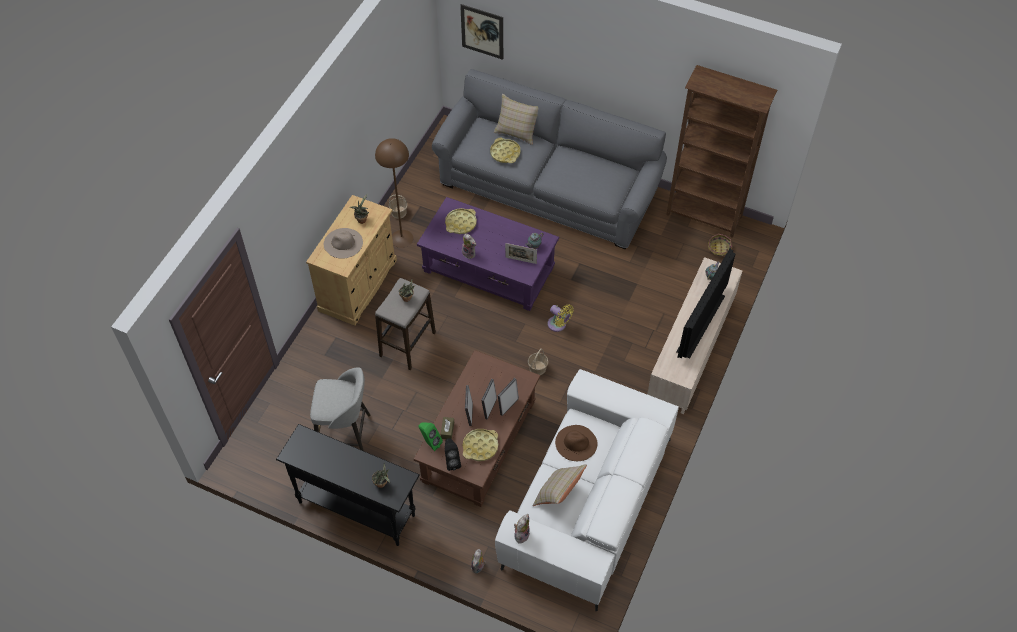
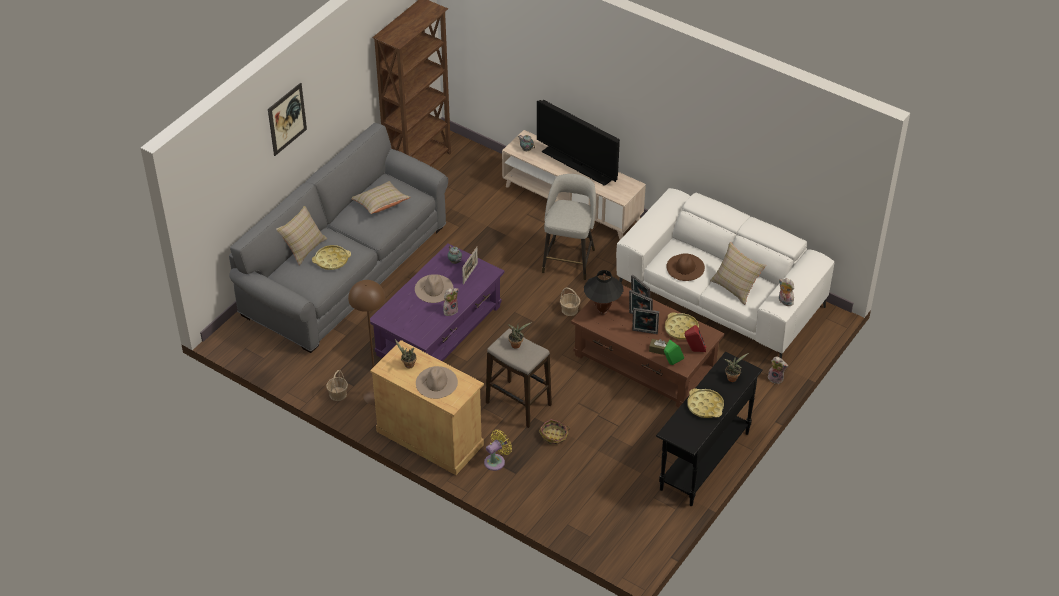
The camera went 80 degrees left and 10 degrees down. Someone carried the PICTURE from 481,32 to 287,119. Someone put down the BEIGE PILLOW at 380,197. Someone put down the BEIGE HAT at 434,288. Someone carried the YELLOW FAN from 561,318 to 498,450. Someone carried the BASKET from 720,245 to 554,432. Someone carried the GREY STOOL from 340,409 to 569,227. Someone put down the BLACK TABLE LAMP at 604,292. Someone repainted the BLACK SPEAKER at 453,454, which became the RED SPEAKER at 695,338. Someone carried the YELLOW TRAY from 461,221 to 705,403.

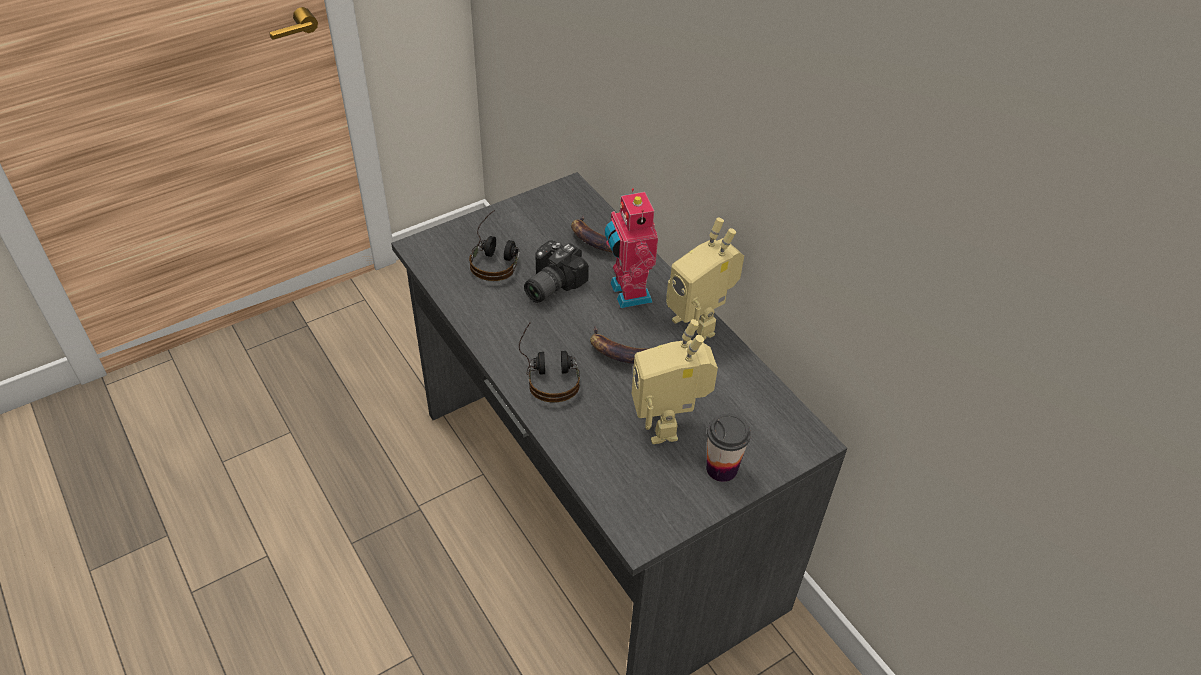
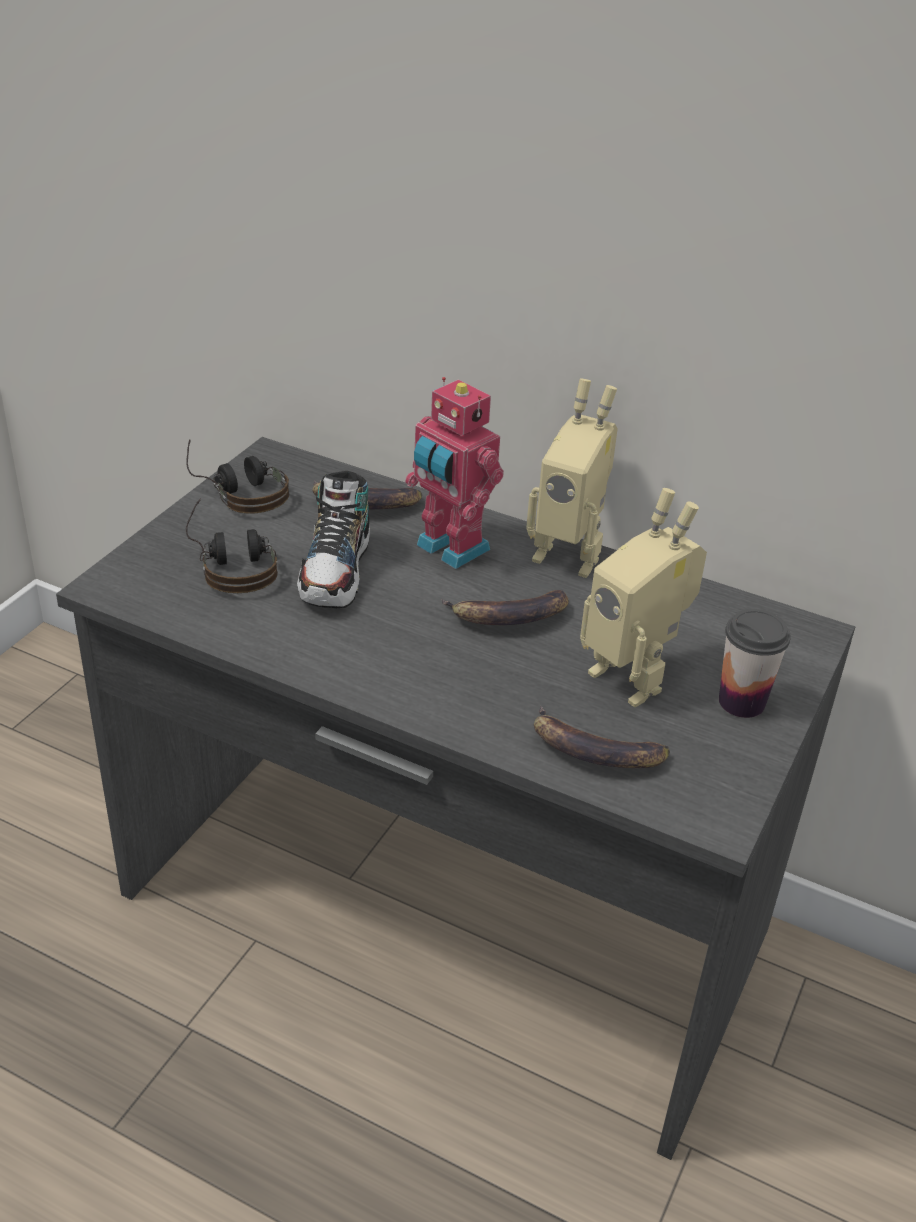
The camera went 30 degrees left and 10 degrees down. Someone carried the HEADPHONES from 549,362 to 237,476. Someone swapped the PHOTO CAMERA at 556,271 for the SHOE at 333,539. Someone put down the BANANA at 602,736.

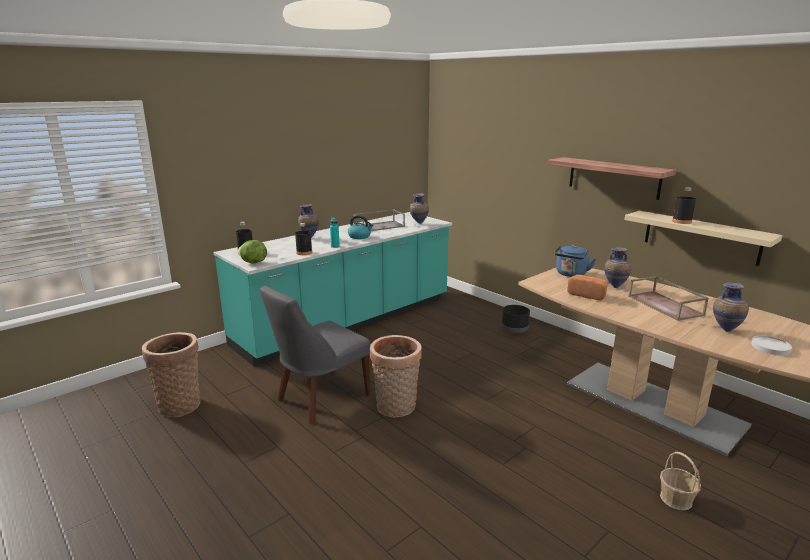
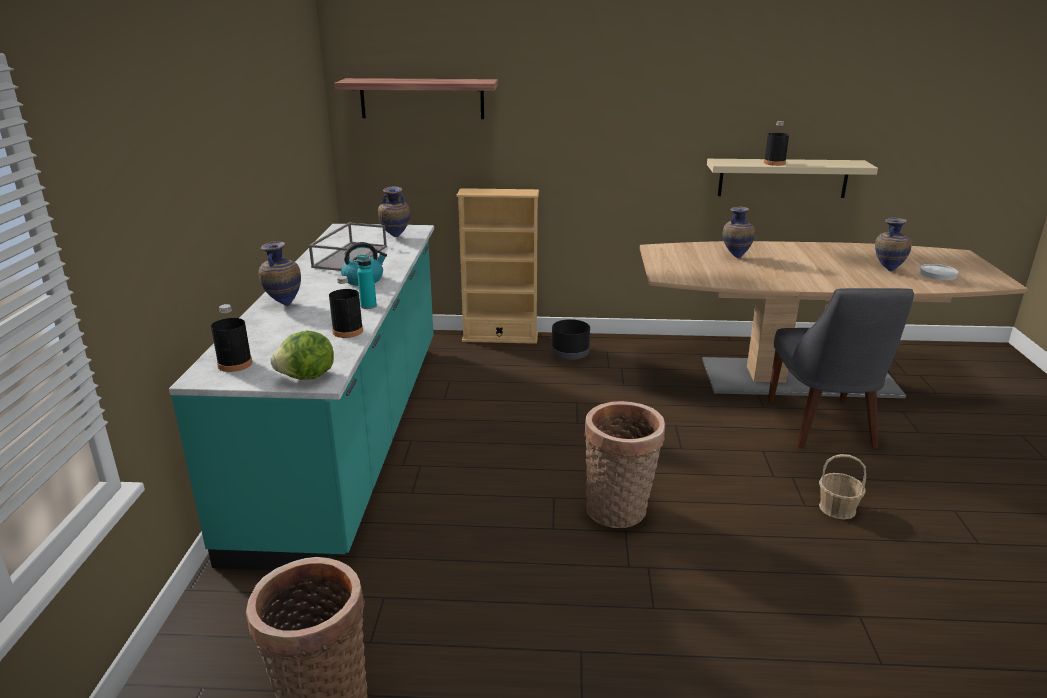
The camera went 45 degrees left and 5 degrees up. Someone carried the SHELF from 611,178 to 416,98. Someone put down the BEIGE BOOKCASE at 497,266. Someone carried the GREY CHAIR from 315,355 to 841,368. Someone carried the BASKET from 680,481 to 842,487. Someone took away the BLUE KETTLE at 575,261. Someone took away the BREAD at 587,287. Someone took away the BROWN TRAY at 668,298.

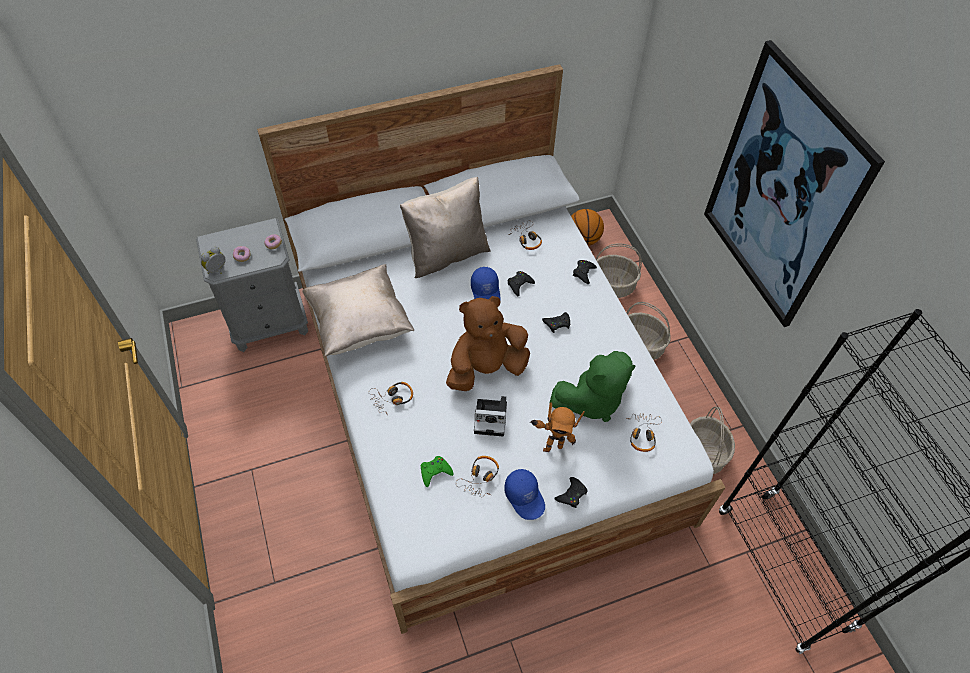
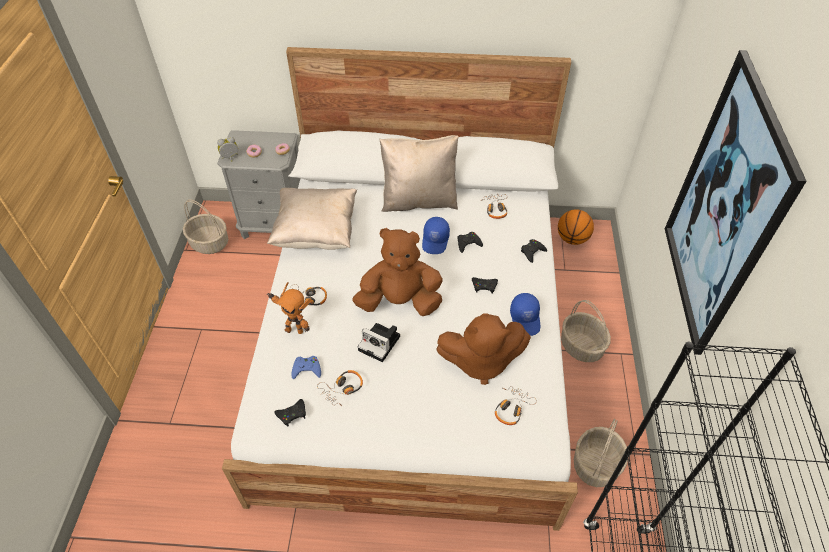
The camera went 25 degrees right and 5 degrees down. Someone carried the BASKET from 619,270 to 205,226. Someone carried the TOY ROBOT from 557,427 to 289,308. Someone carried the BLACK GAME CONTROLLER from 571,492 to 290,413. Someone repainted the GREEN GAME CONTROLLER at 437,471, which became the BLUE GAME CONTROLLER at 306,367. Someone repainted the GREEN PLUSH TOY at 592,386, which became the BROWN PLUSH TOY at 483,349. Someone carried the BLUE CAP from 524,494 to 525,314.

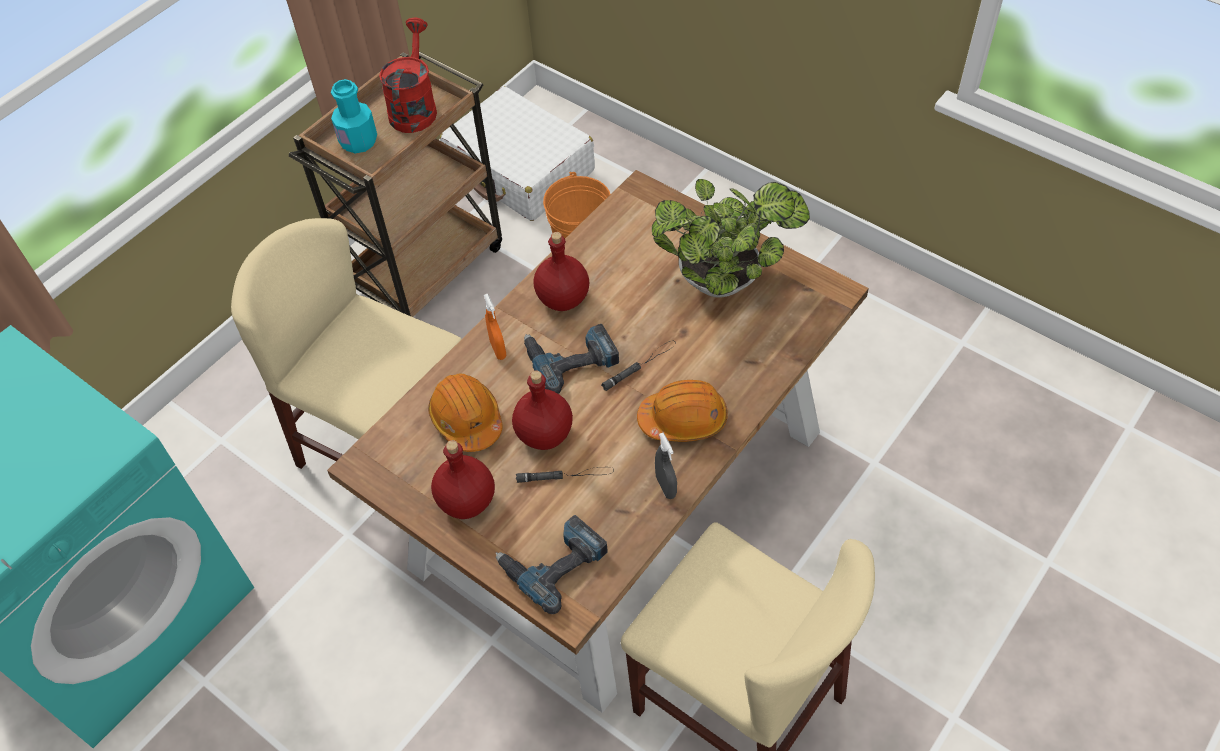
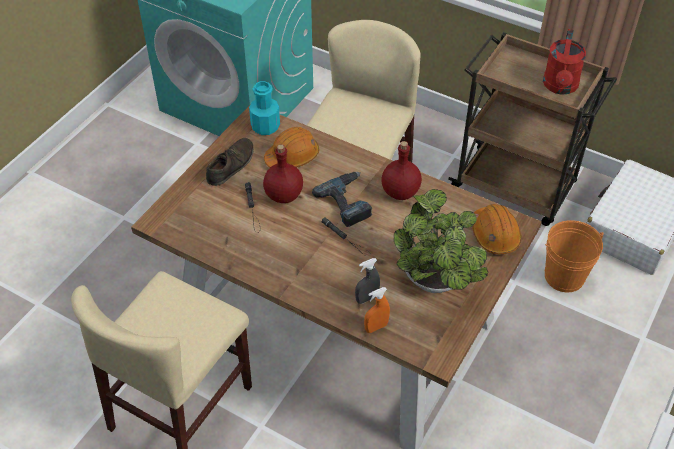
The camera went 80 degrees right and 5 degrees down. Someone swapped the RED BOTTLE at 463,479 for the BROWN SHOE at 230,162. Someone carried the TURQUOISE BOTTLE from 354,116 to 264,108. Someone carried the GREY SPRAY BOTTLE from 666,466 to 367,281. Someone carried the ORANGE SPRAY BOTTLE from 495,327 to 377,310. Someone carried the ORANGE HARD HAT from 682,411 to 497,229. Someone rotated the RED WATERING CAN at 408,75 by 105 degrees clockwise. Someone took away the POWER DRILL at 551,564.

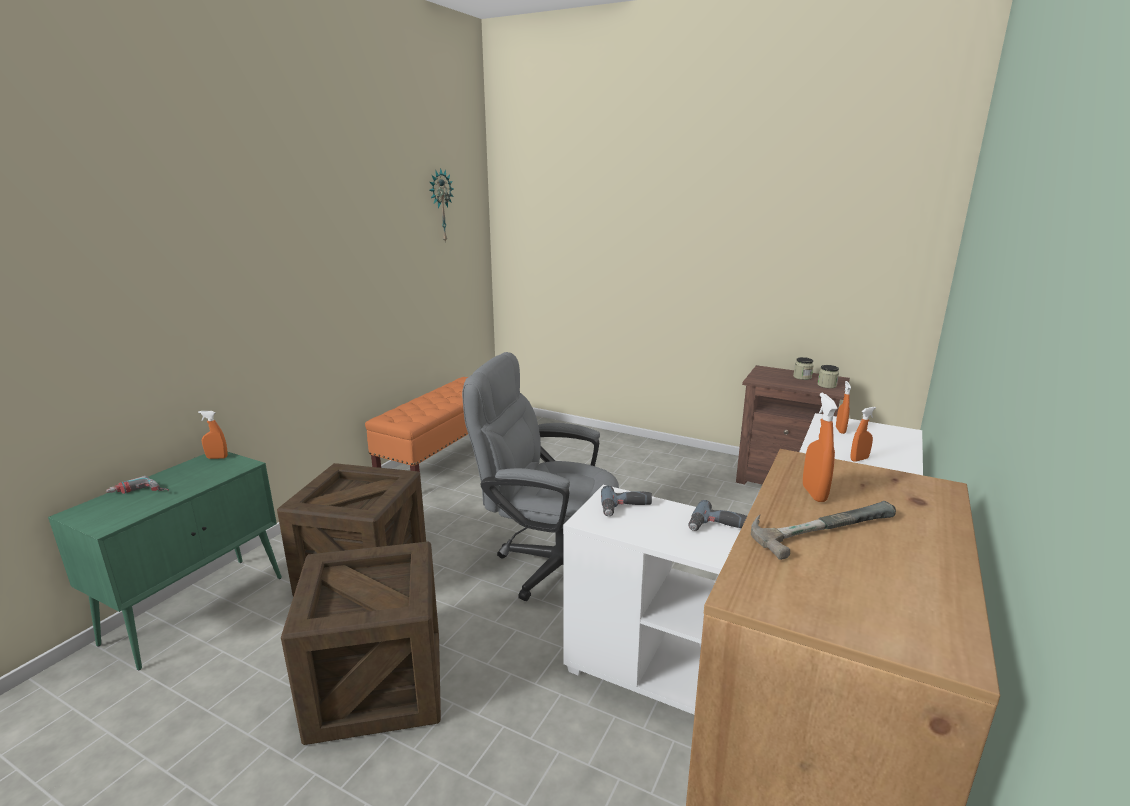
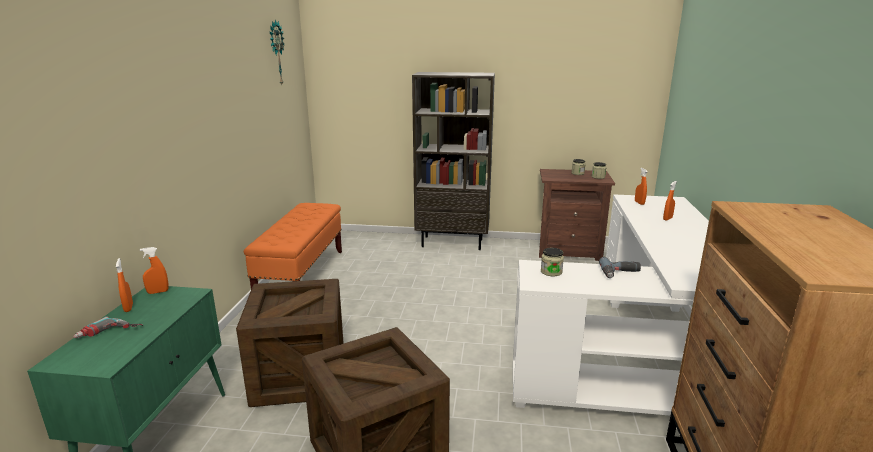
The camera went 20 degrees left and 0 degrees up. Someone carried the ORANGE SPRAY BOTTLE from 820,447 to 124,285. Someone put down the BROWN BOOKCASE at 453,161. Someone swapped the POWER DRILL at 626,501 for the JAR at 552,262. Someone took away the GREY OFFICE CHAIR at 540,476. Someone took away the HAMMER at 823,530.

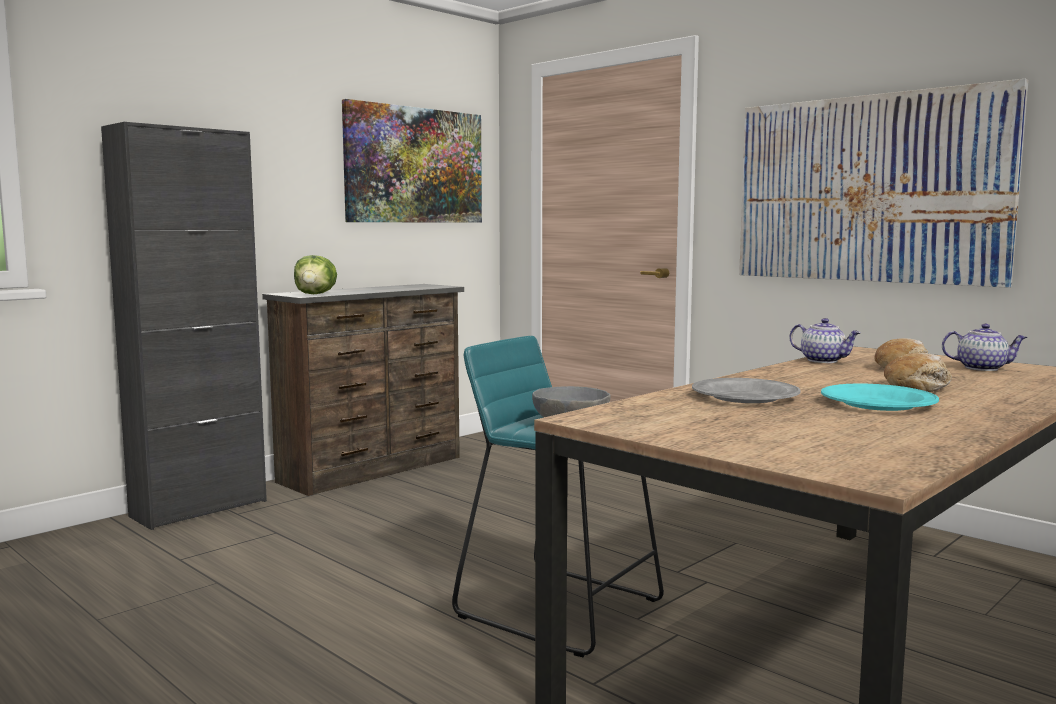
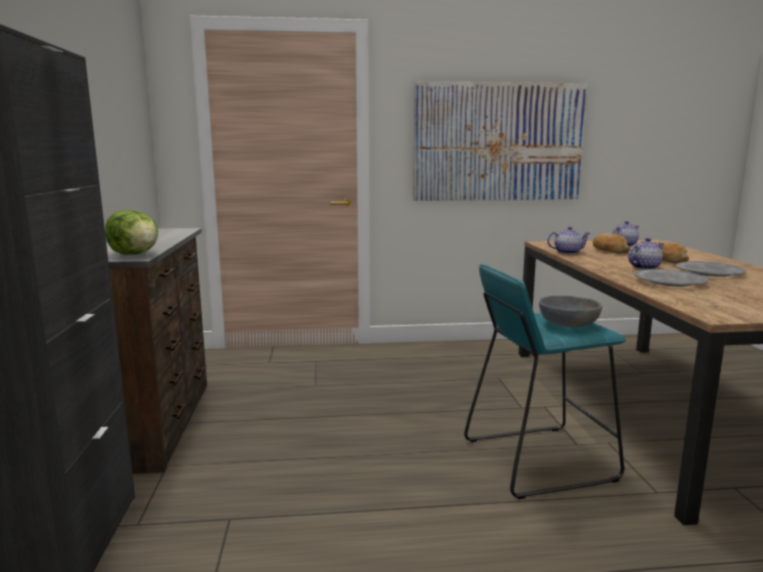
The camera went 50 degrees left and 5 degrees up. Someone put down the TEAPOT at 646,254. Someone repainted the TURQUOISE PLATE at 880,397, which became the GREY PLATE at 711,269. Someone took away the PICTURE at 412,161.

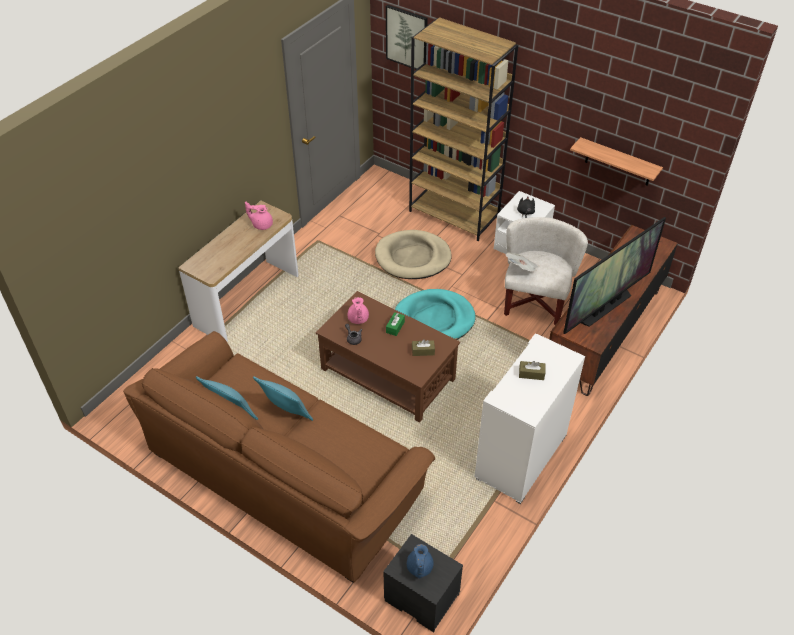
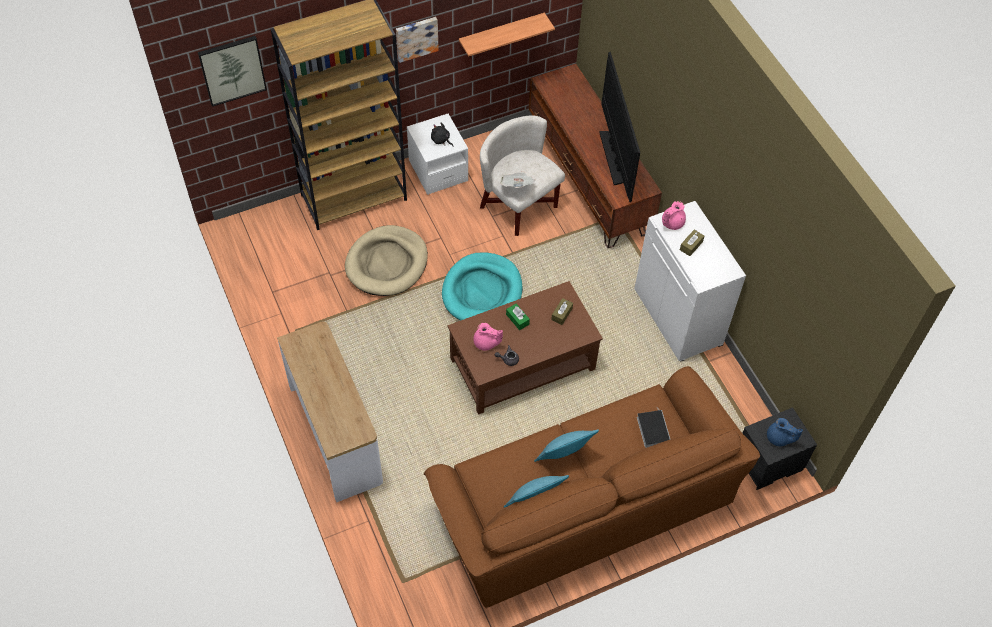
The camera went 60 degrees left and 10 degrees up. Someone put up the PICTURE at 417,40. Someone put down the BOOK at 653,428. Someone carried the PINK TEAPOT from 259,215 to 674,215.

